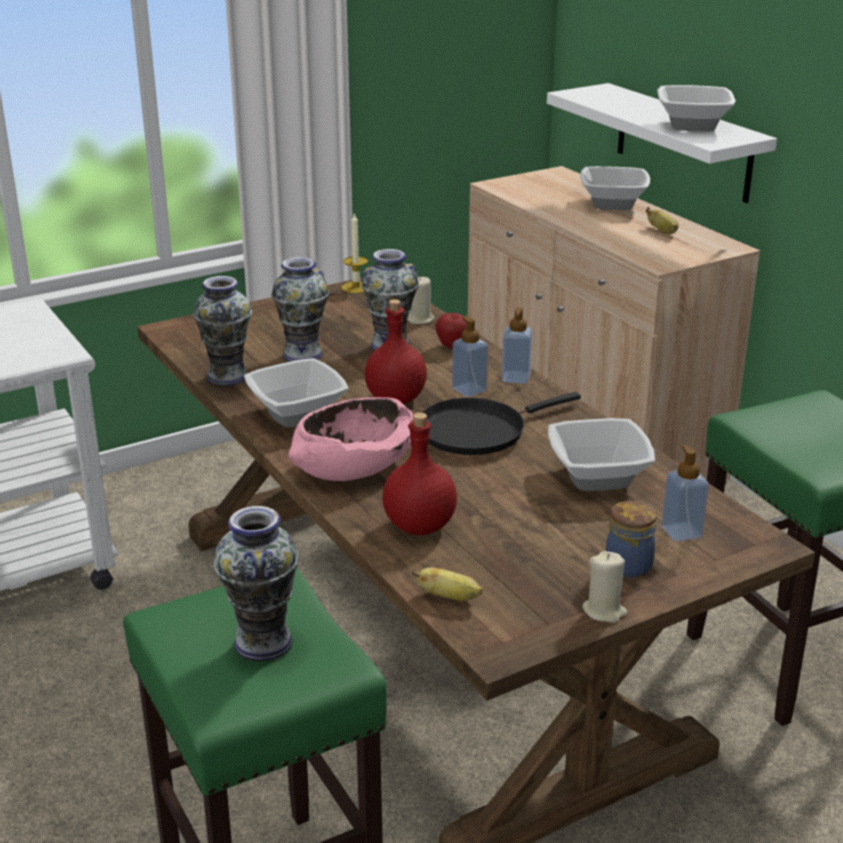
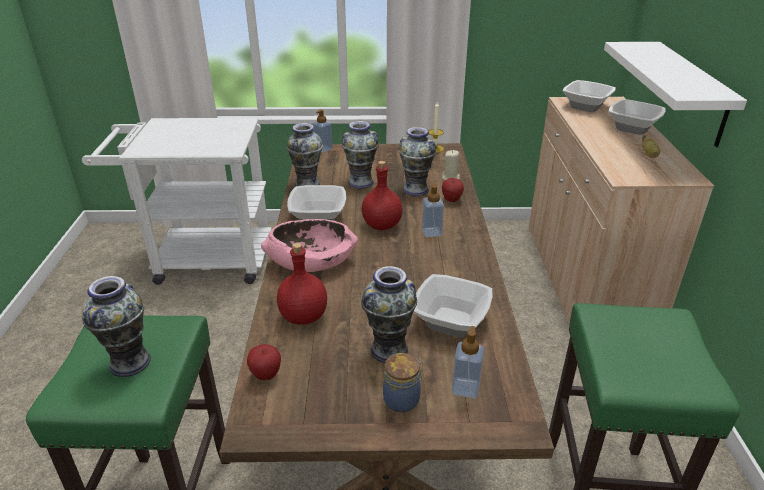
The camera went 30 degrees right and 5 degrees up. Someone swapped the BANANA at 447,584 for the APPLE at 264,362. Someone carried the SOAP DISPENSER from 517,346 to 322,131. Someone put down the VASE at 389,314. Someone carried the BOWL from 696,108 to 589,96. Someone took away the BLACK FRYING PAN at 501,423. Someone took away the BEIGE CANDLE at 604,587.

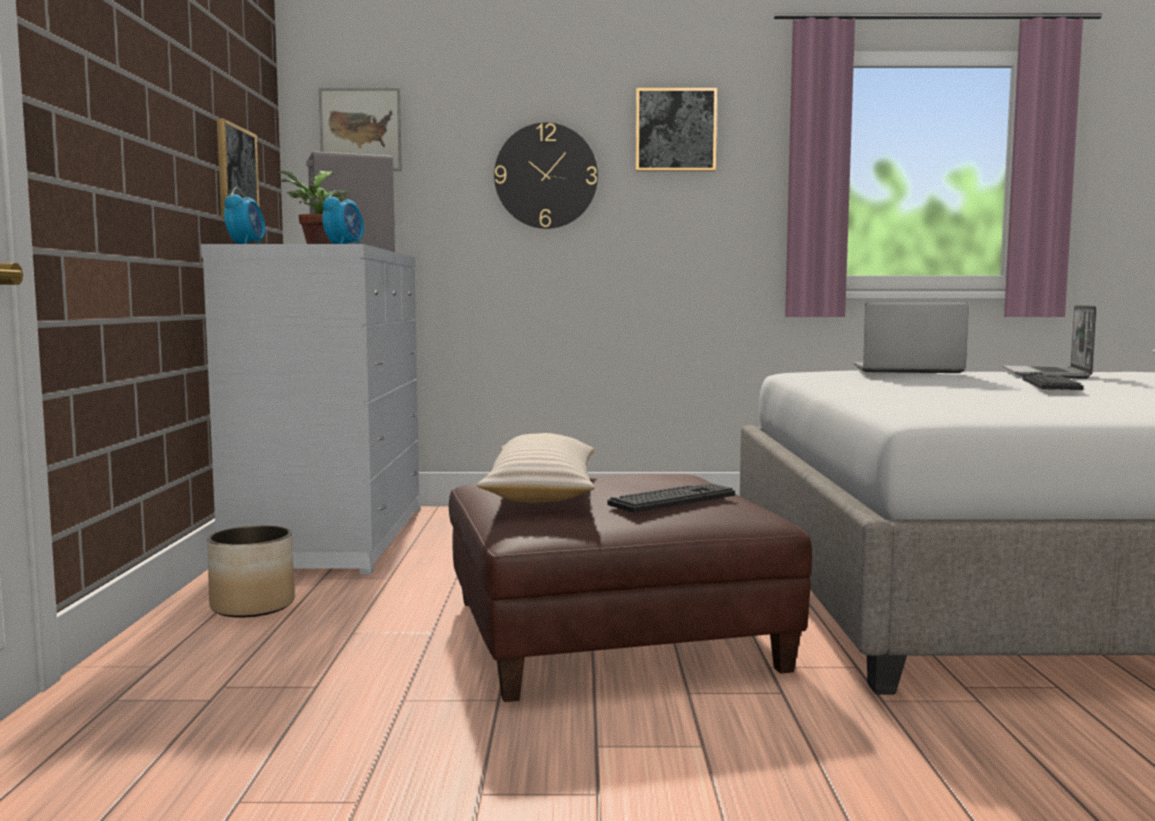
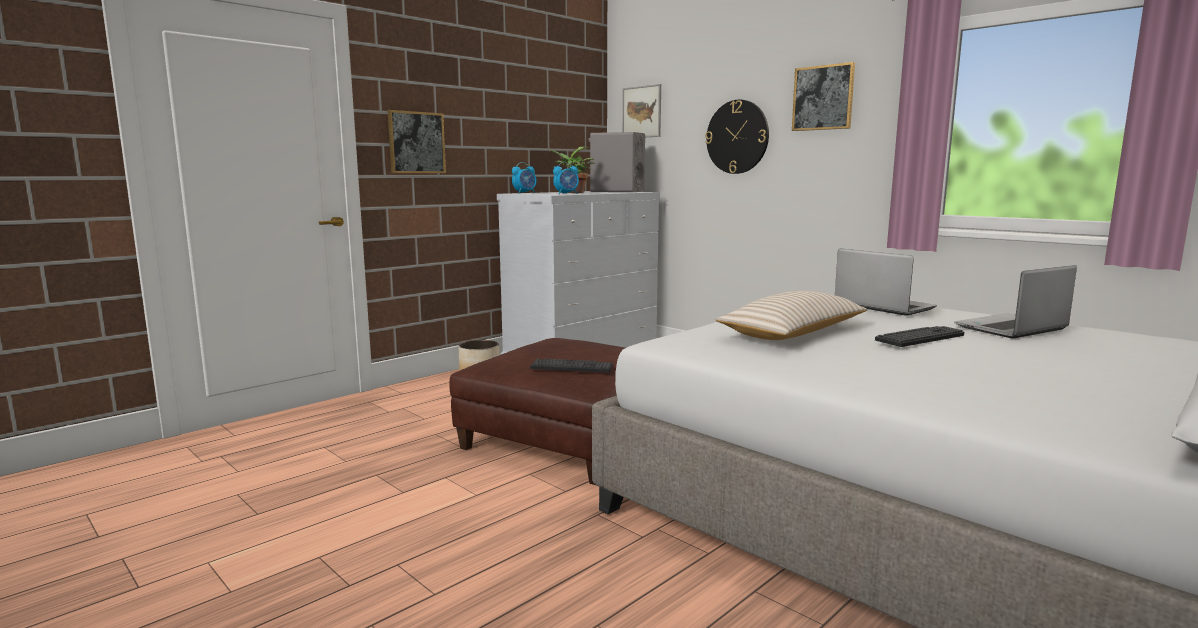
The camera went 45 degrees right and 5 degrees up. Someone carried the PICTURE from 238,168 to 417,141. Someone carried the BEIGE PILLOW from 536,468 to 791,315.

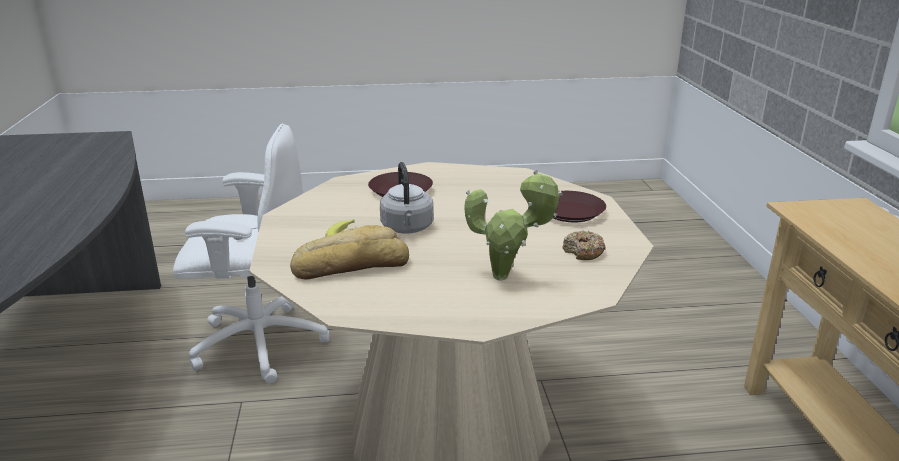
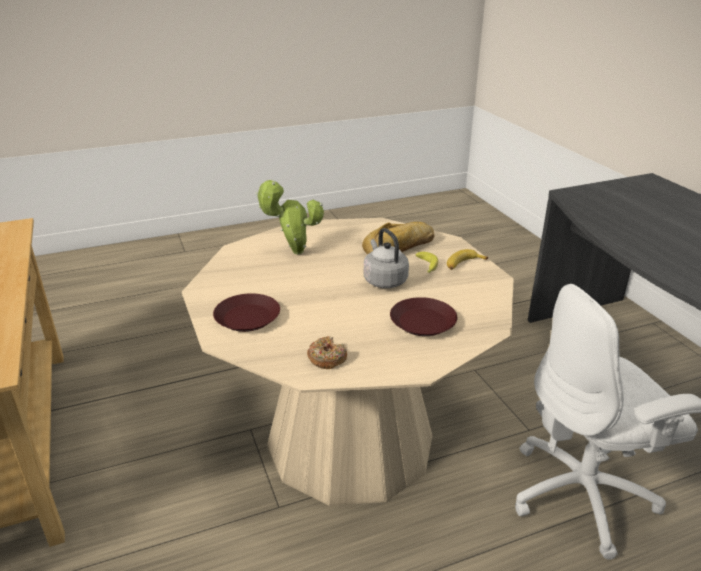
The camera went 165 degrees right and 5 degrees up. Someone carried the DONUT from 584,245 to 327,352. Someone put down the BANANA at 467,259.

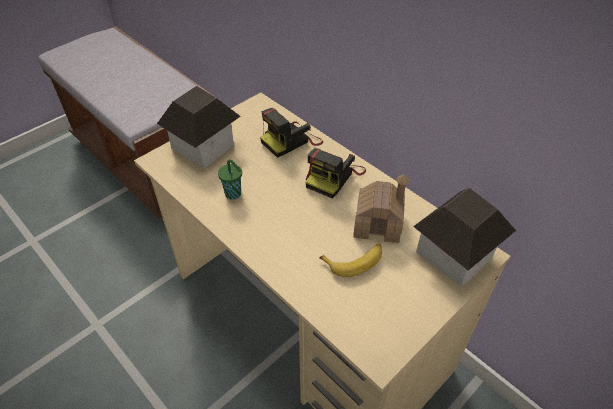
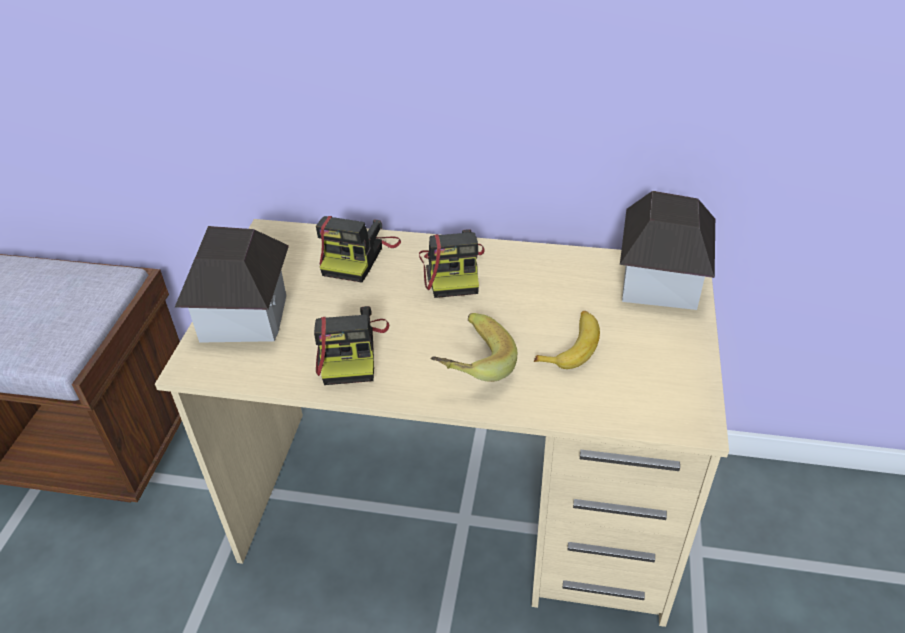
The camera went 35 degrees left and 5 degrees down. Someone swapped the GREEN CUP at 230,180 for the PHOTO CAMERA at 351,345. Someone put down the BANANA at 474,347. Someone took away the TOY HOUSE at 381,208.

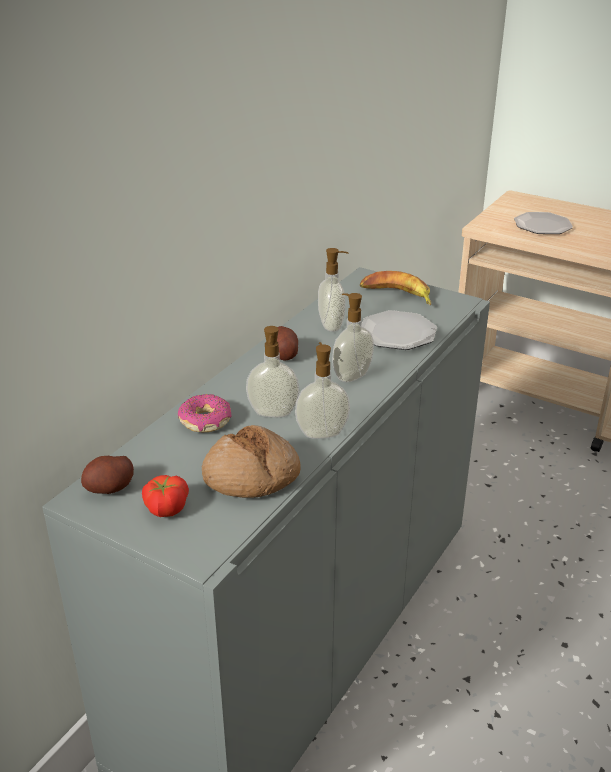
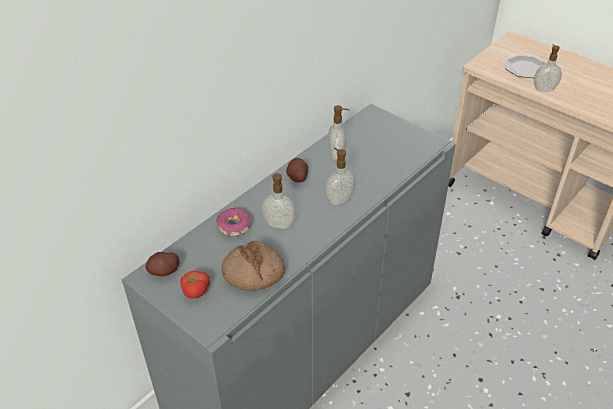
The camera went 10 degrees right and 10 degrees up. Someone carried the SOAP DISPENSER from 322,390 to 548,68. Someone took away the BANANA at 395,288. Someone took away the PLATE at 399,330.

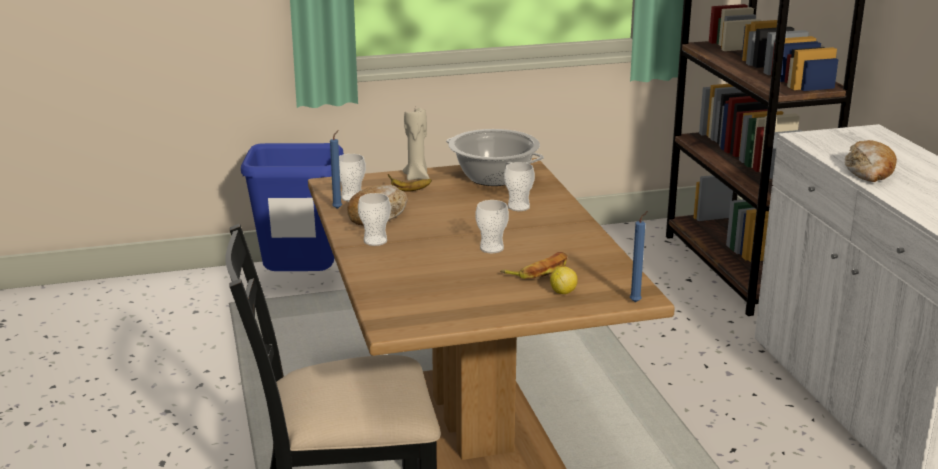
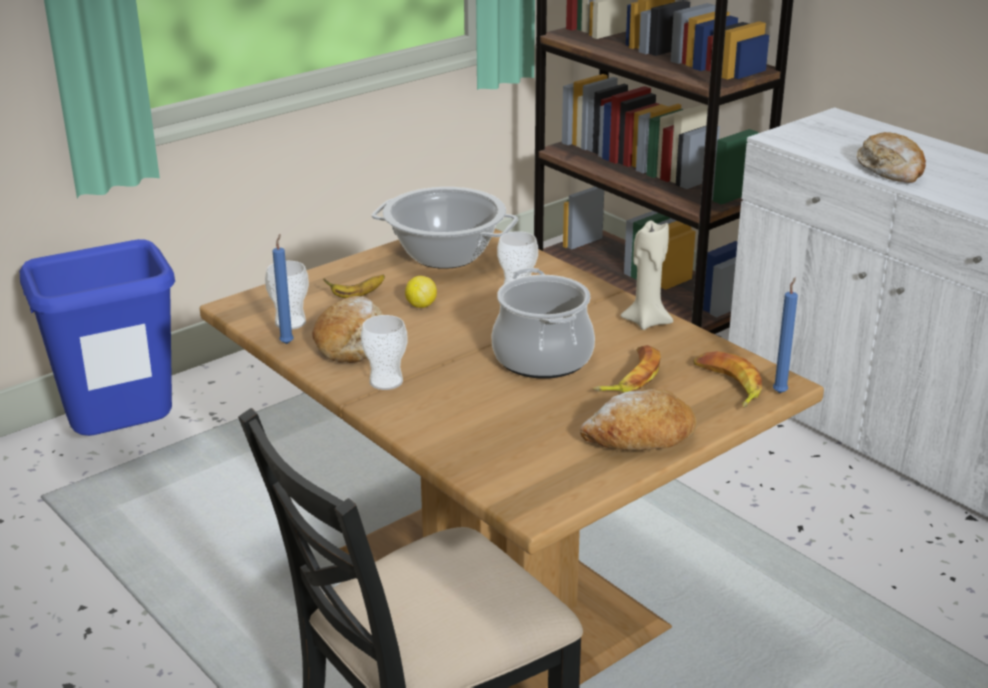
The camera went 25 degrees left and 5 degrees up. Someone carried the LEMON from 564,280 to 421,292. Someone swapped the CUP at 492,226 for the COOKING POT at 543,323. Someone put down the BREAD at 638,419. Someone carried the BEIGE CANDLE from 415,144 to 646,275. Someone put down the BANANA at 727,379.

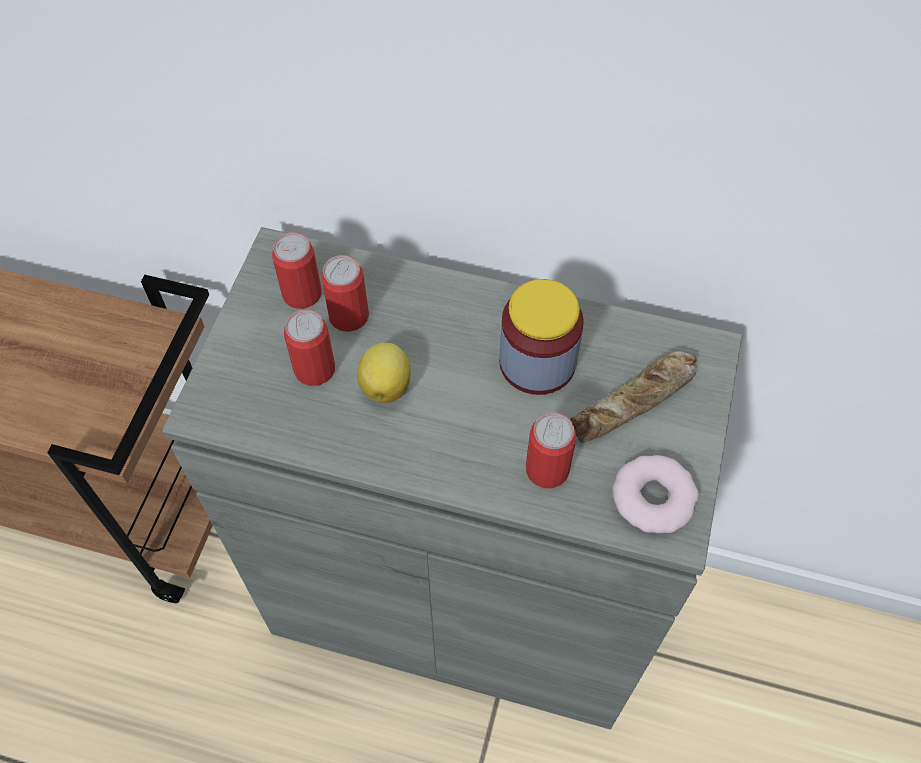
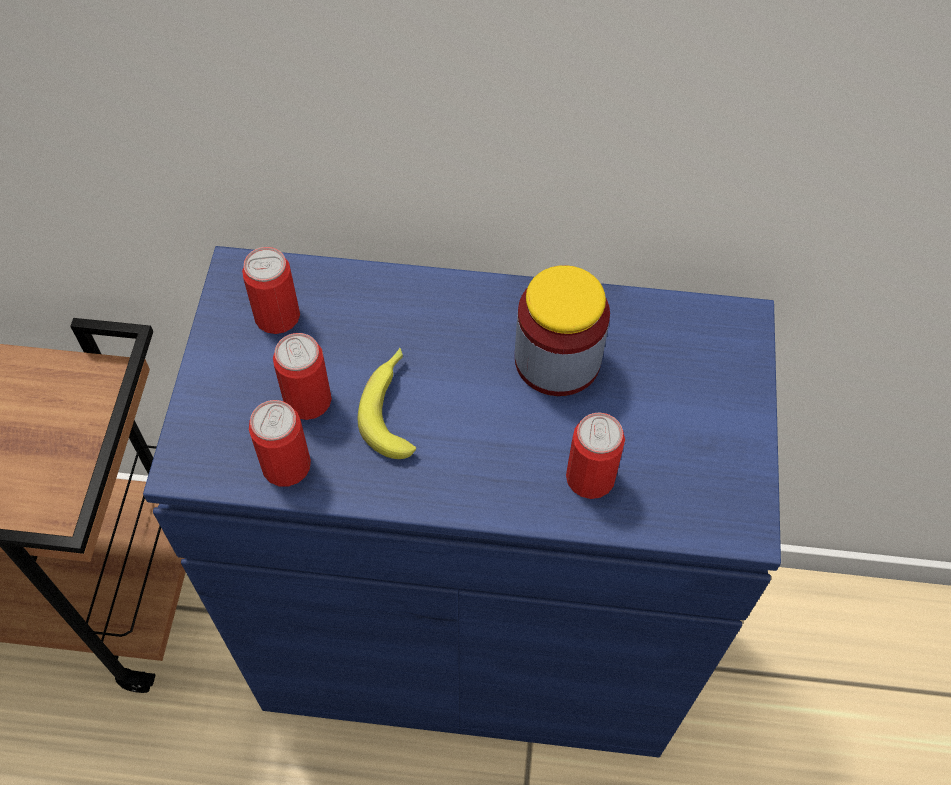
The camera went 10 degrees left and 0 degrees up. Someone repainted the GREY CABINET at 452,478, which became the BLUE CABINET at 462,501. Someone carried the CAN from 345,293 to 280,443. Someone swapped the LEMON at 384,373 for the BANANA at 386,403. Someone took away the BREAD at 633,396. Someone took away the DONUT at 656,494.

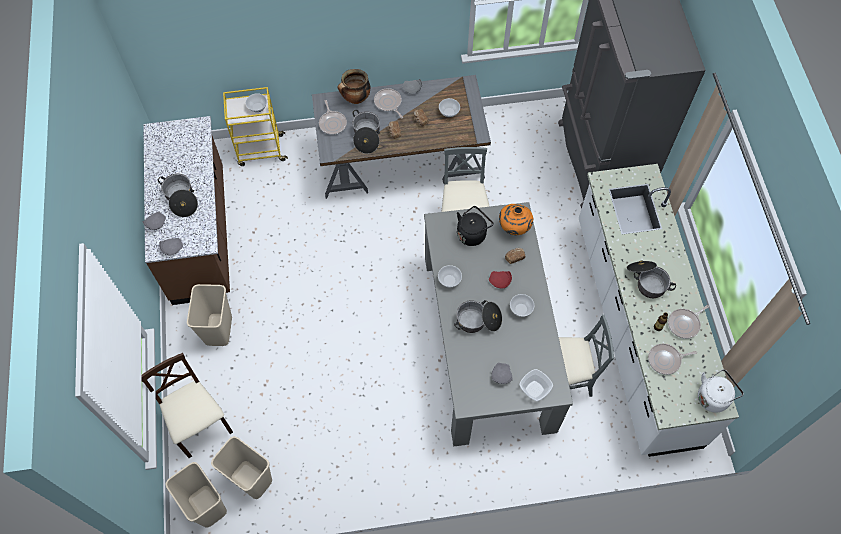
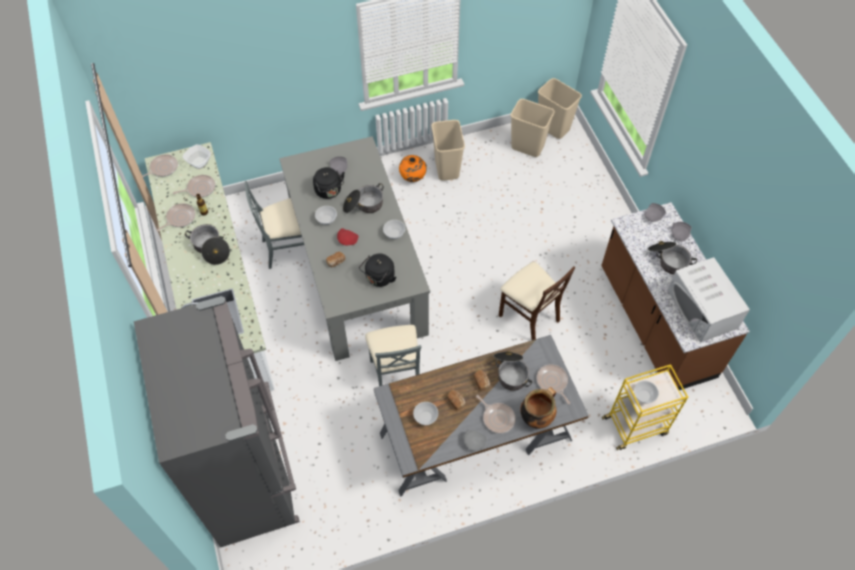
The camera went 170 degrees right and 5 degrees down. Someone swapped the WHITE KETTLE at 721,391 for the FRYING PAN at 160,165. Someone carried the BOWL from 536,385 to 197,156. Someone put down the BLACK KETTLE at 329,183. Someone carried the ORANGE VASE from 516,219 to 413,168. Someone carried the BEIGE TRASH CAN from 209,315 to 448,150. Someone carried the BEIGE CHAIR from 187,405 to 537,301. Someone put down the WHITE MICROWAVE at 708,299.

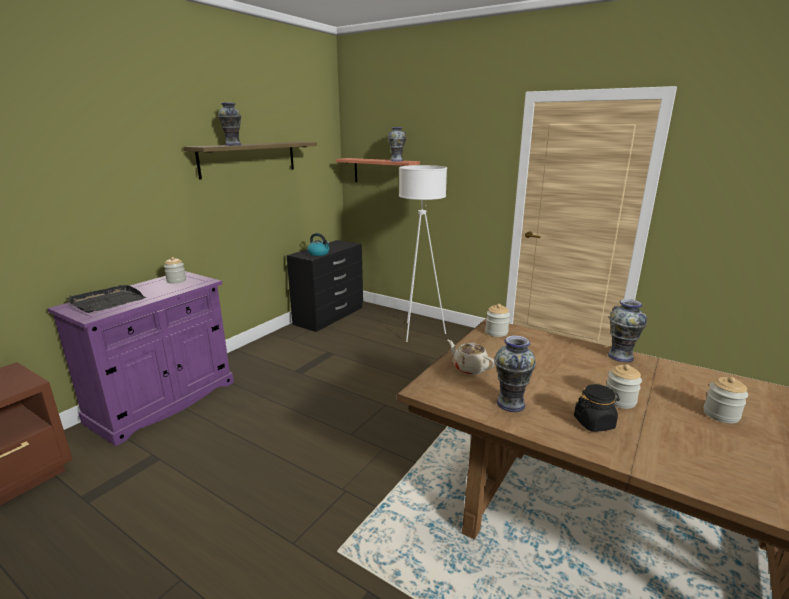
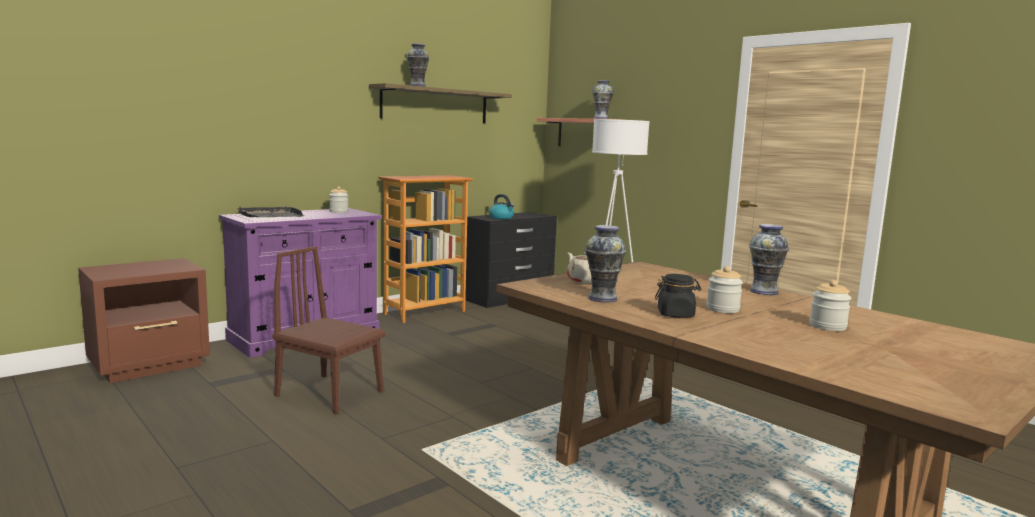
The camera went 15 degrees right and 10 degrees down. Someone put down the BROWN CHAIR at 328,330. Someone put down the BOOKCASE at 425,249. Someone took away the JAR at 497,320.

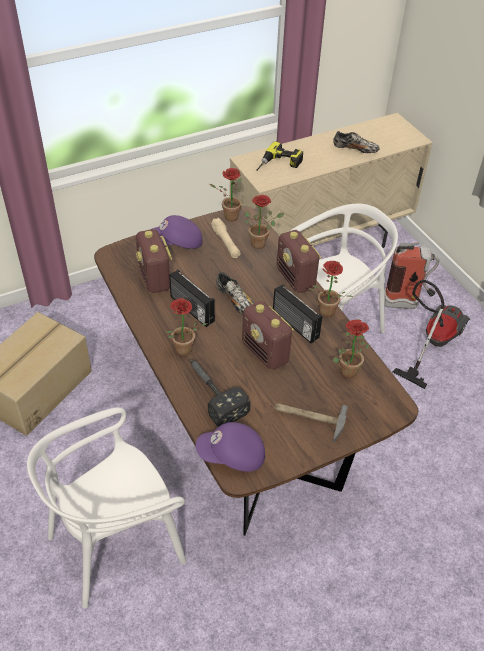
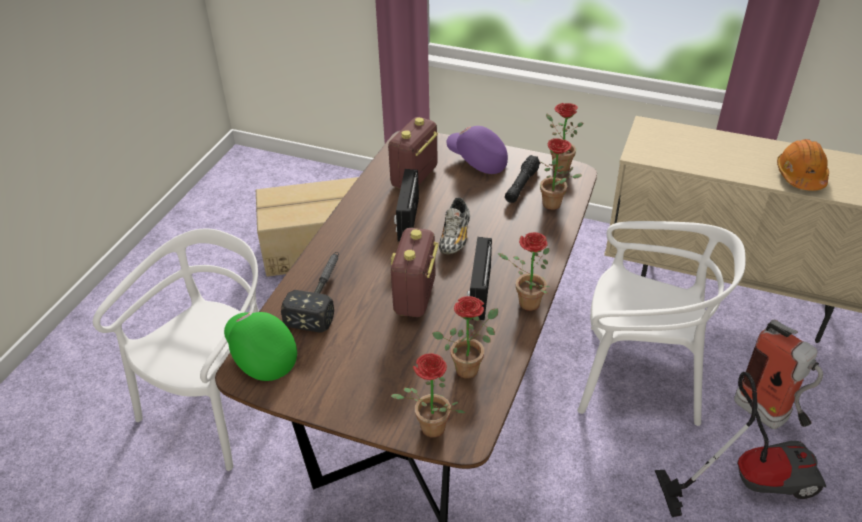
The camera went 50 degrees right and 5 degrees down. Someone rotated the WHITE CHAIR at 107,507 by 105 degrees clockwise. Someone repainted the PURPLE CAP at 230,447, which became the GREEN CAP at 260,346. Someone carried the POTTED PLANT from 186,327 to 428,395. Someone repainted the BEIGE FLASHLIGHT at 226,238, which became the BLACK FLASHLIGHT at 522,179. Someone swapped the SHOE at 357,142 for the ORANGE HARD HAT at 803,165. Someone took away the POWER DRILL at 280,155. Someone took away the HAMMER at 311,423. Someone took away the RADIO at 299,261.

